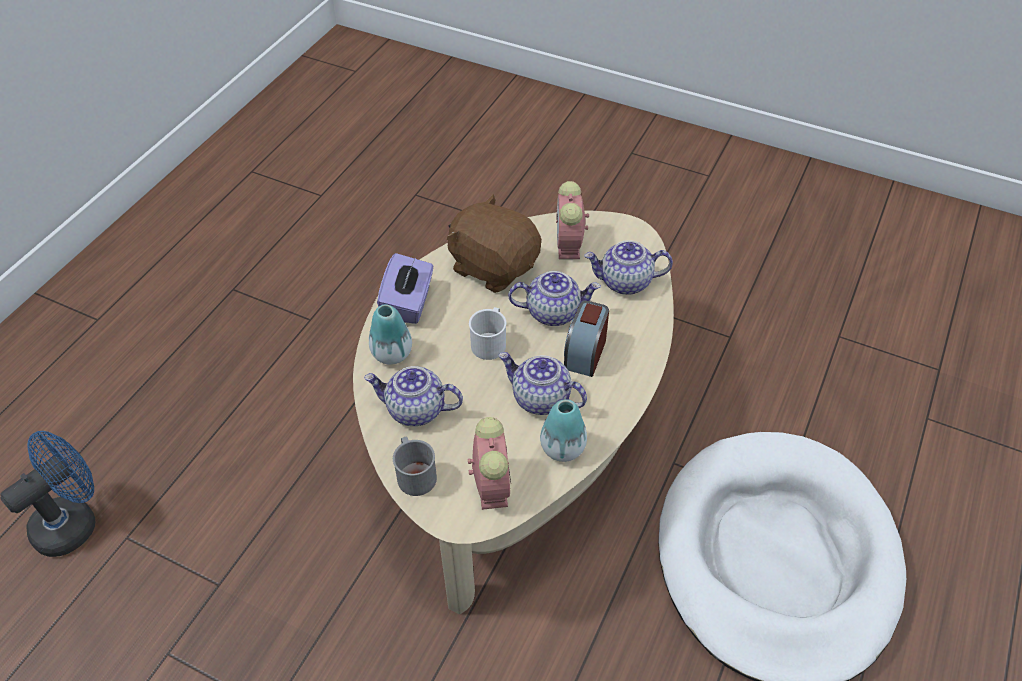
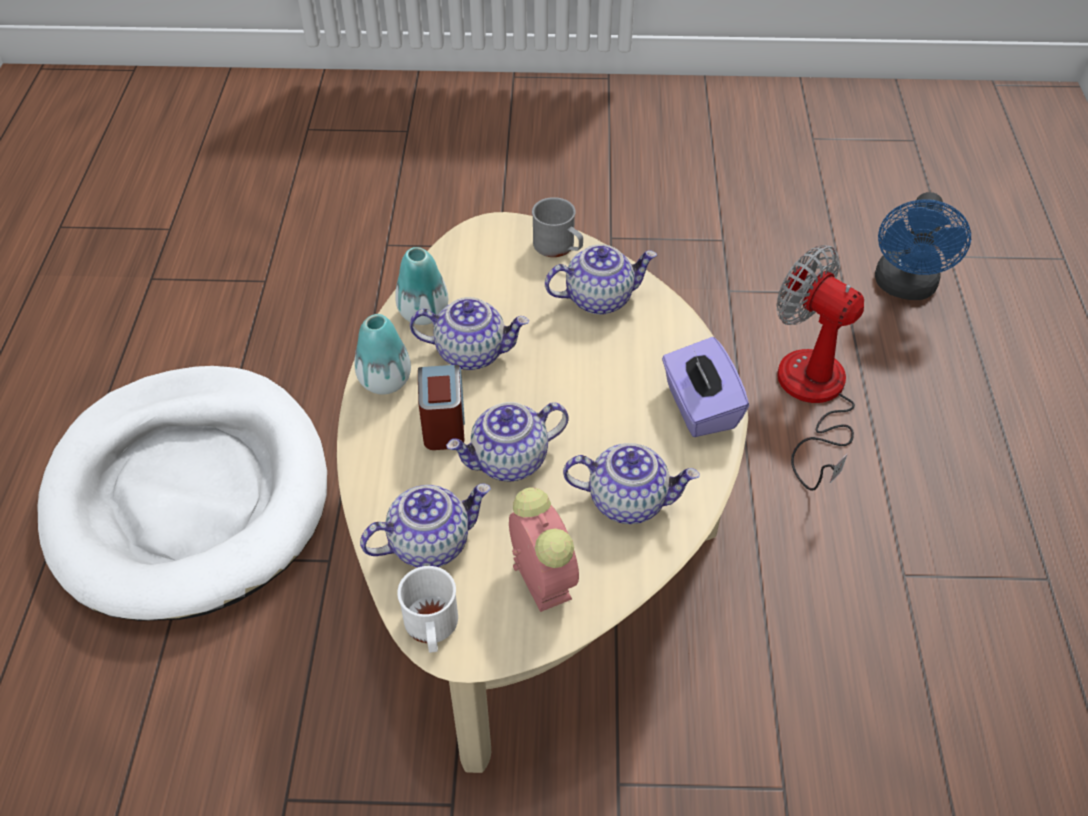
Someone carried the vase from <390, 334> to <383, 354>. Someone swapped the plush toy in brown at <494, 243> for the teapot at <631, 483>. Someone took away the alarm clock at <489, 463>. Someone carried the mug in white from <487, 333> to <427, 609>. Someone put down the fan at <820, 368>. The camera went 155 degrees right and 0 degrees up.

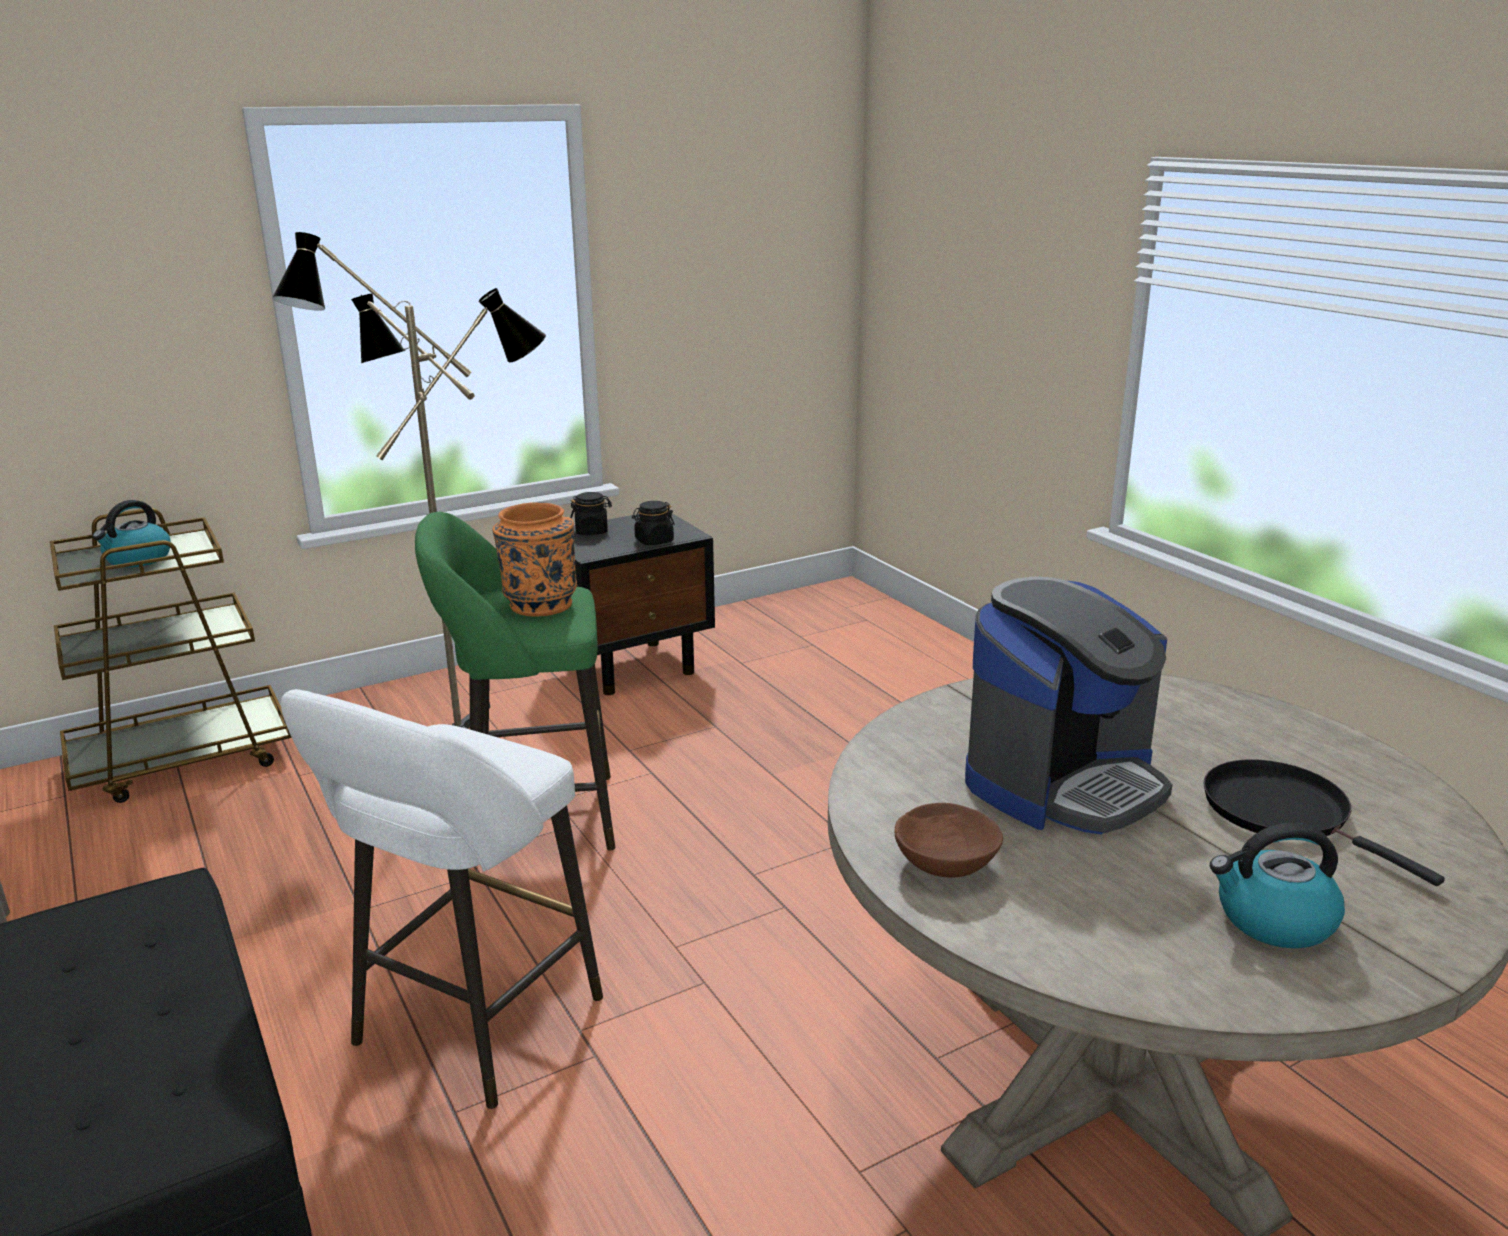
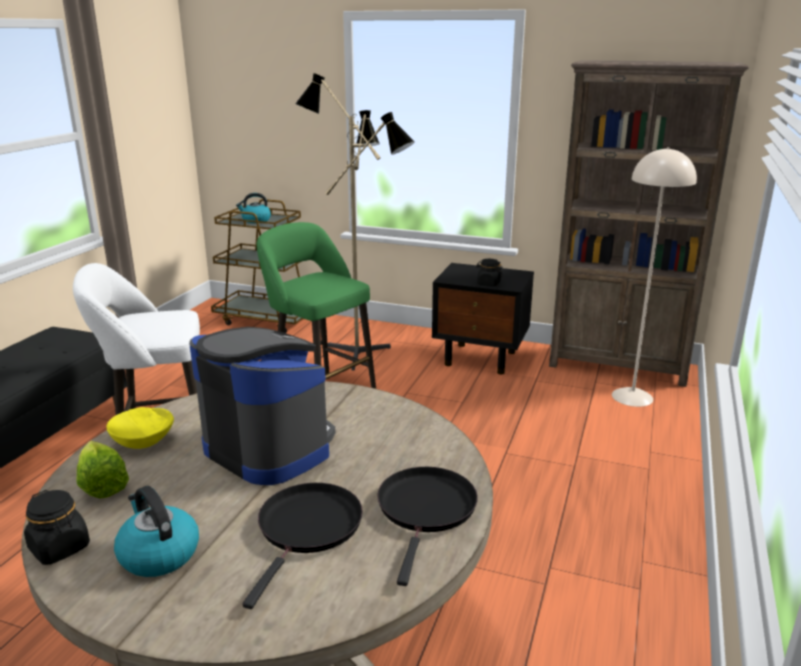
Someone took away the vase in orange at <534, 559>. Someone carried the jar in black from <591, 513> to <57, 527>. Someone repainted the bowl in brown at <949, 840>, which became the bowl in yellow at <140, 428>. Someone rotated the coffee machine at <1069, 705> by 150 degrees counterclockwise. Someone put down the lettuce at <103, 470>. Someone put down the frying pan in black at <428, 526>. Someone put down the bookcase in brown at <648, 223>. Someone put down the floor lamp in beige at <654, 277>. The camera went 50 degrees right and 0 degrees up.

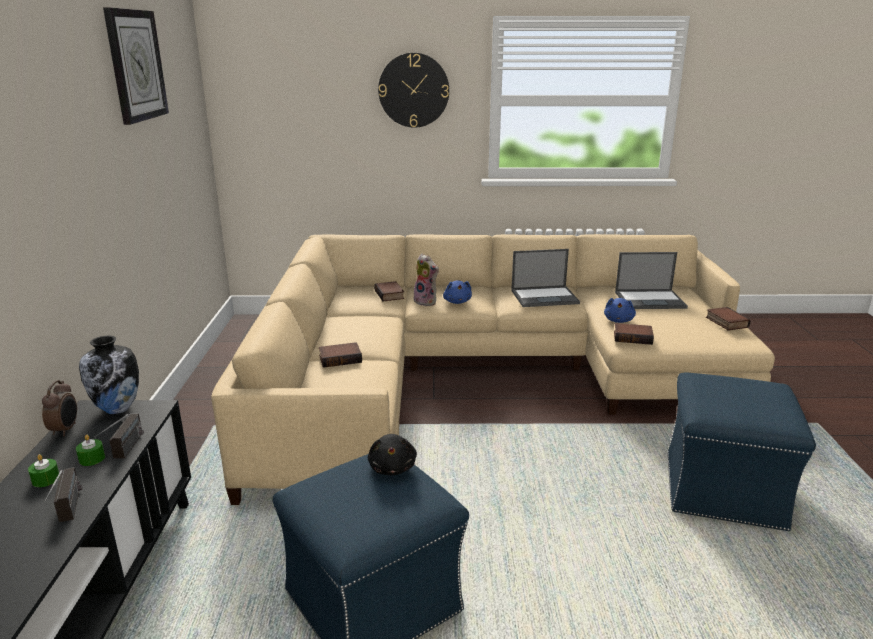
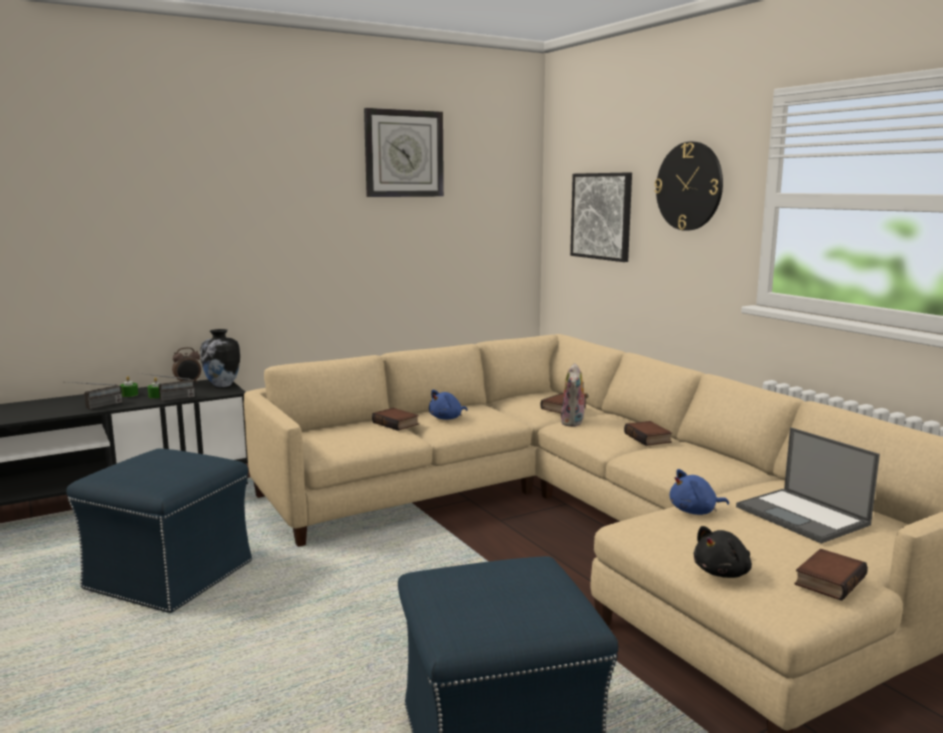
Someone carried the plush toy in black from <392, 454> to <723, 552>. Someone carried the plush toy in blue from <457, 292> to <448, 404>. Someone took away the laptop at <545, 278>. Someone carried the book from <634, 334> to <648, 433>. Someone put up the picture at <601, 217>. The camera went 60 degrees right and 10 degrees down.

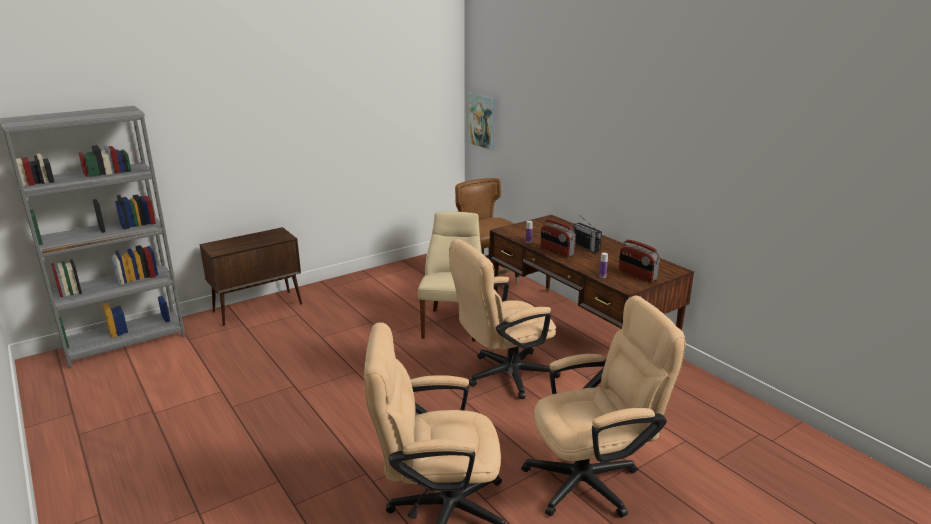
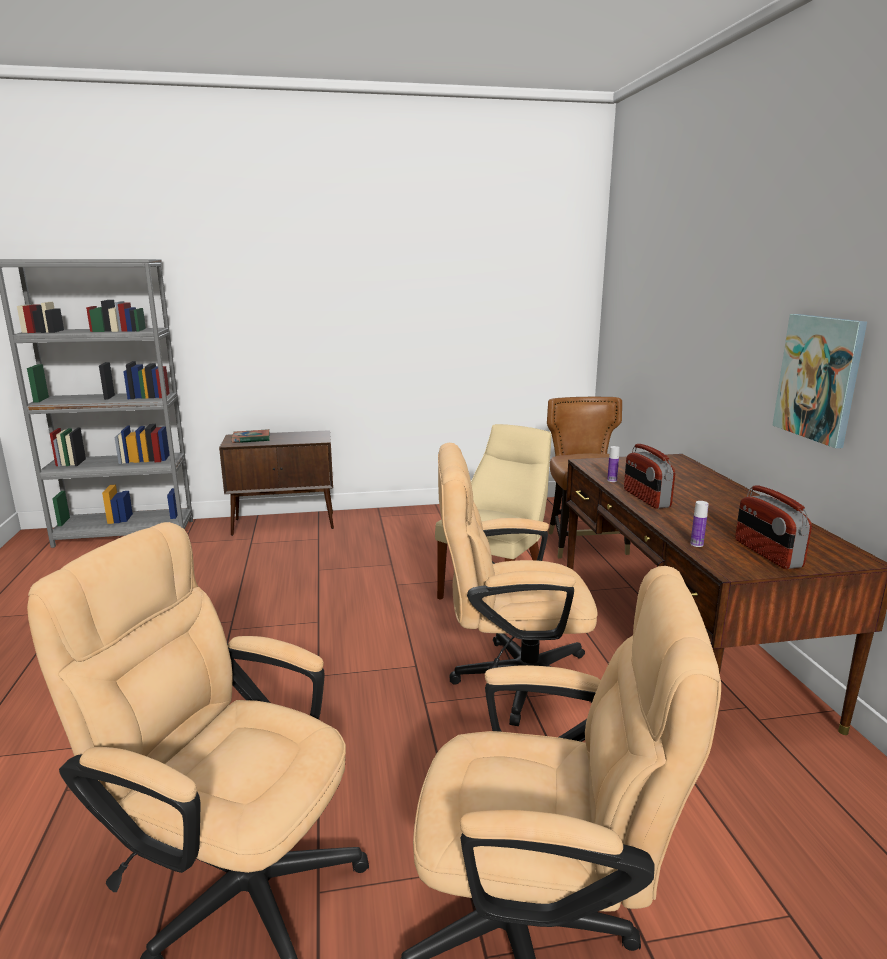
Someone carried the picture from <481, 121> to <819, 381>. Someone took away the radio at <587, 234>. Someone put down the book at <251, 436>. The camera went 25 degrees right and 5 degrees down.

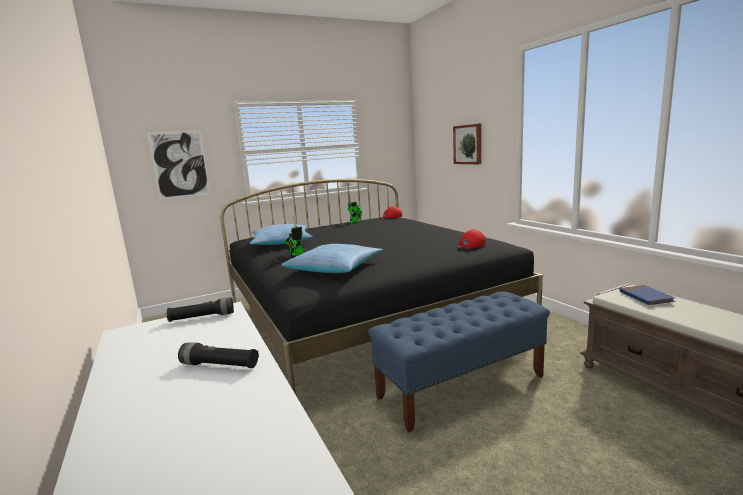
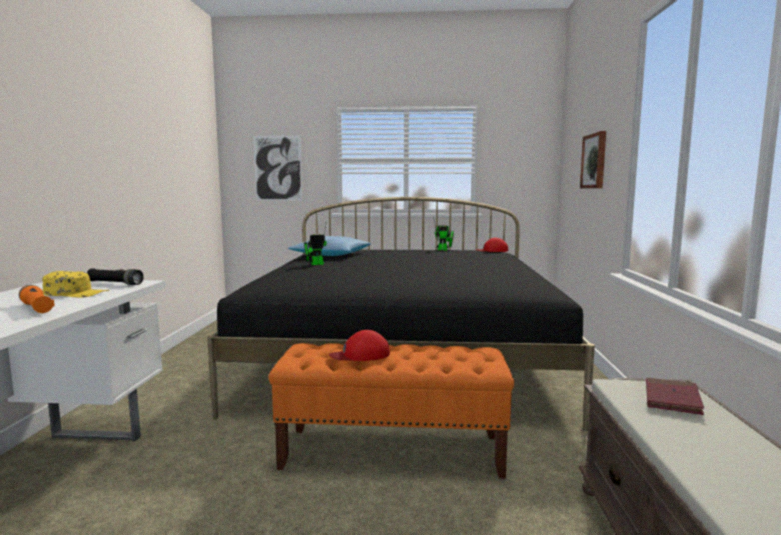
Someone repainted the flashlight in black at <218, 355>, which became the flashlight in orange at <37, 299>. Someone took away the pillow at <332, 258>. Someone repainted the bench in blue at <459, 361>, which became the bench in orange at <391, 411>. Someone carried the cap in red from <471, 239> to <359, 345>. Someone repainted the book in blue at <647, 295>, which became the book in red at <675, 396>. Someone put down the cap in yellow at <75, 284>. The camera went 30 degrees right and 5 degrees down.

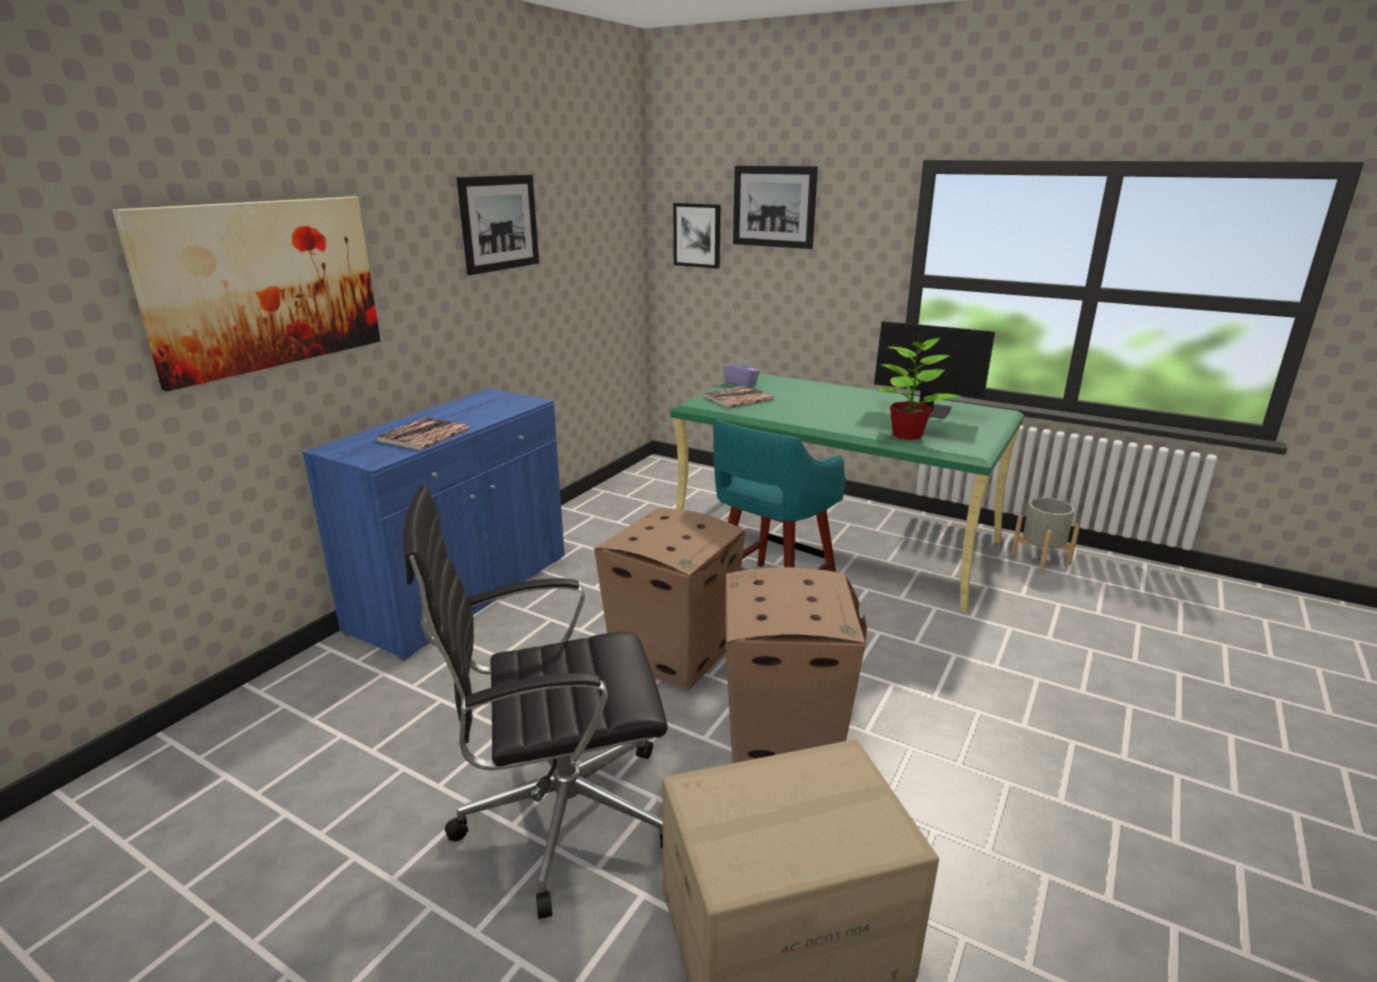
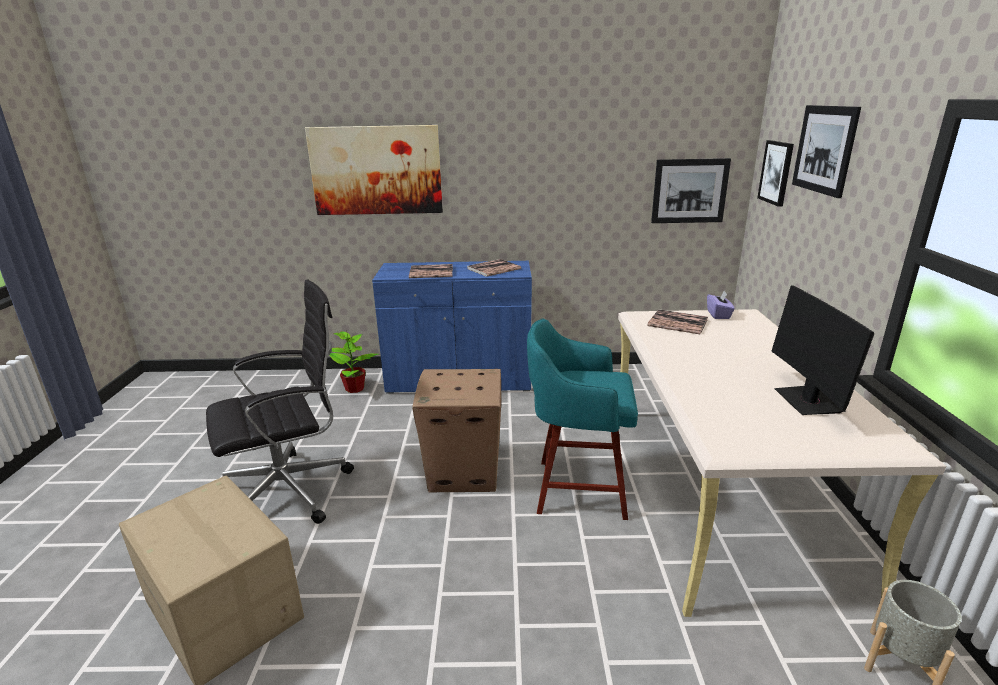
Someone rotated the office chair in black at <535, 702> by 105 degrees clockwise. Someone carried the picture from <498, 225> to <691, 190>. Someone repainted the desk in green at <847, 493>, which became the desk in beige at <782, 463>. Someone took away the cardboard box at <796, 665>. Someone carried the potted plant from <919, 386> to <353, 362>. Someone put down the book at <494, 268>. The camera went 60 degrees right and 0 degrees up.

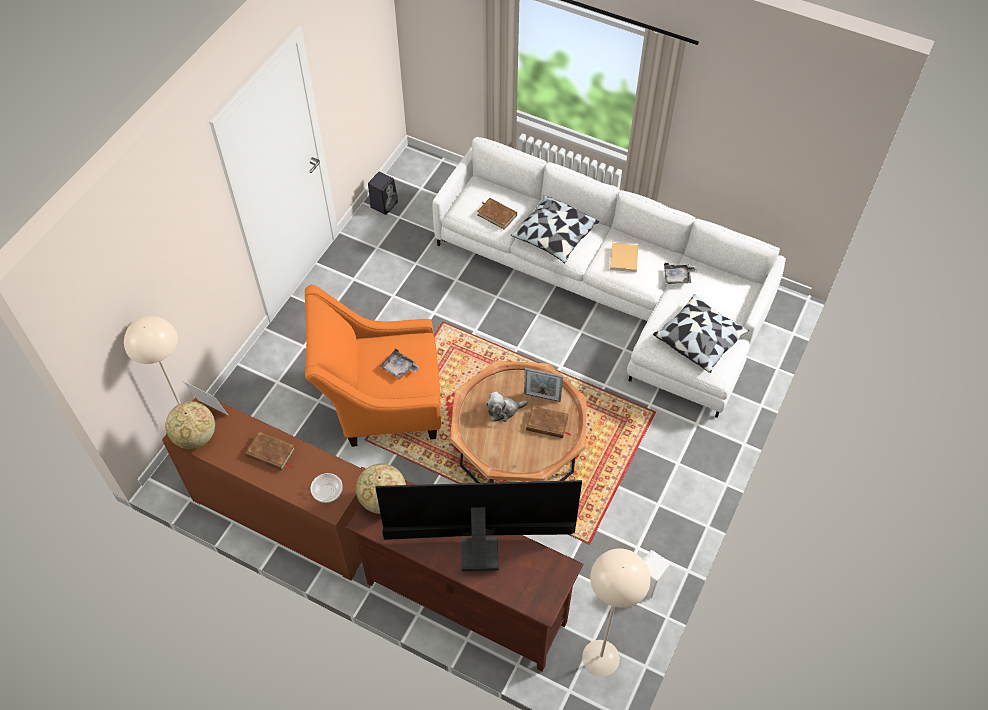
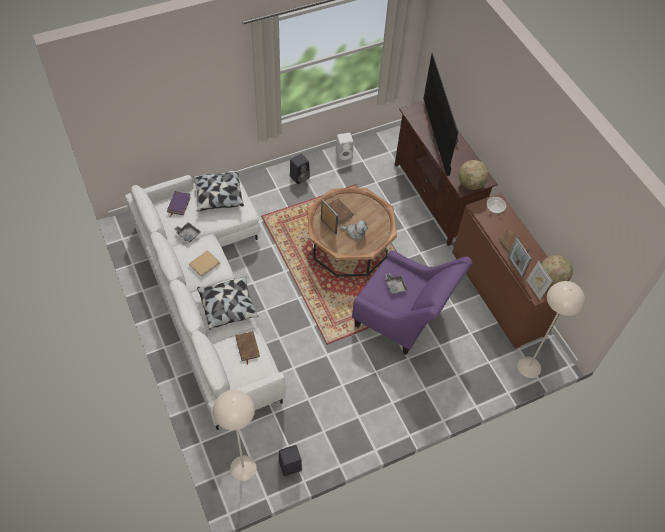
Someone repainted the armchair in orange at <373, 366>, which became the armchair in purple at <412, 302>. Someone rotated the television at <478, 525> by 45 degrees clockwise. Someone carried the floor lamp in beige from <616, 613> to <235, 435>. Someone put down the book in purple at <179, 204>. Someone put down the speaker in black at <300, 169>. Someone put down the picture frame at <520, 258>. The camera went 145 degrees left and 0 degrees up.

